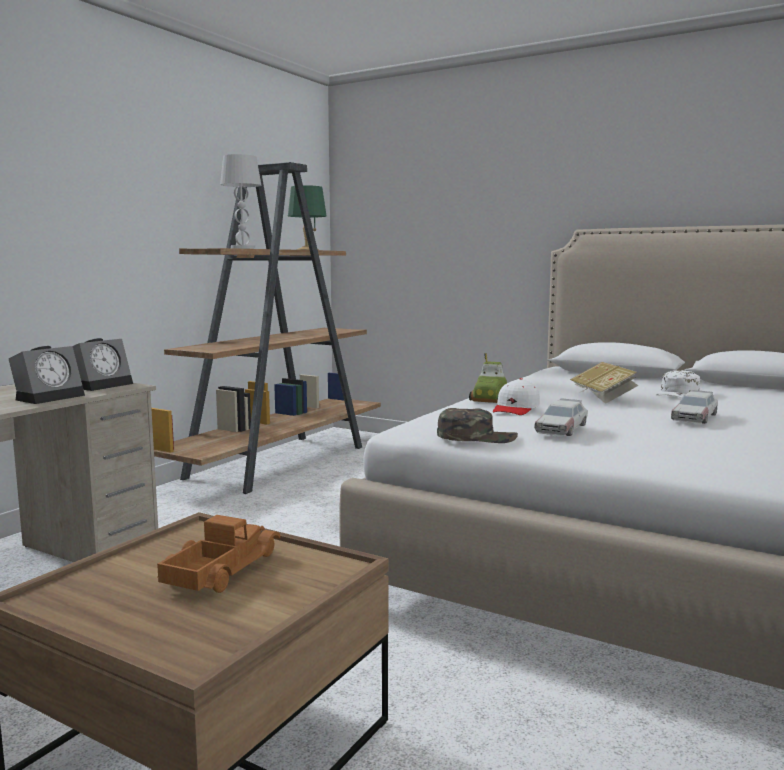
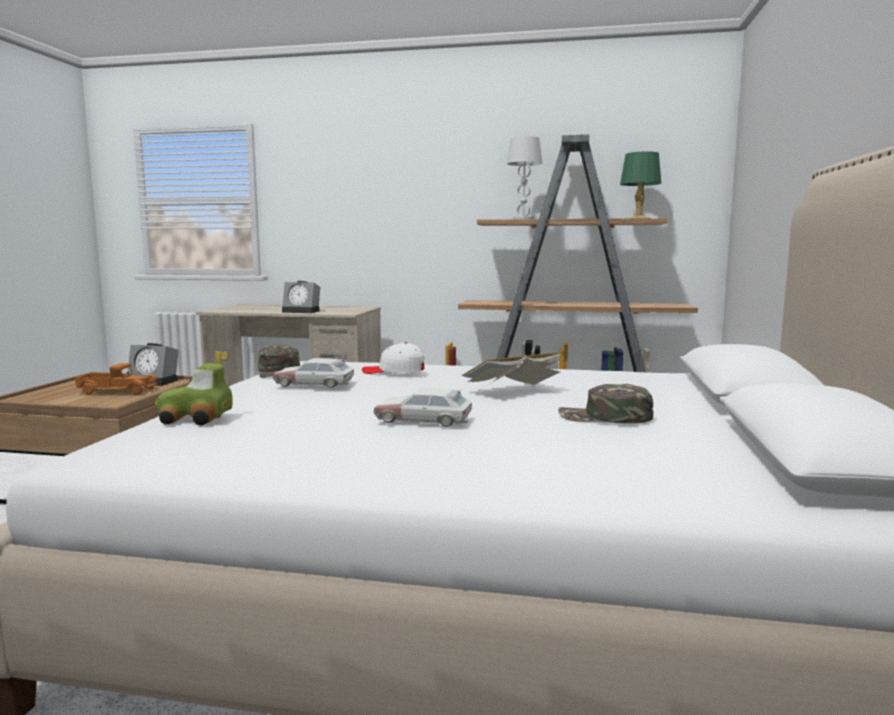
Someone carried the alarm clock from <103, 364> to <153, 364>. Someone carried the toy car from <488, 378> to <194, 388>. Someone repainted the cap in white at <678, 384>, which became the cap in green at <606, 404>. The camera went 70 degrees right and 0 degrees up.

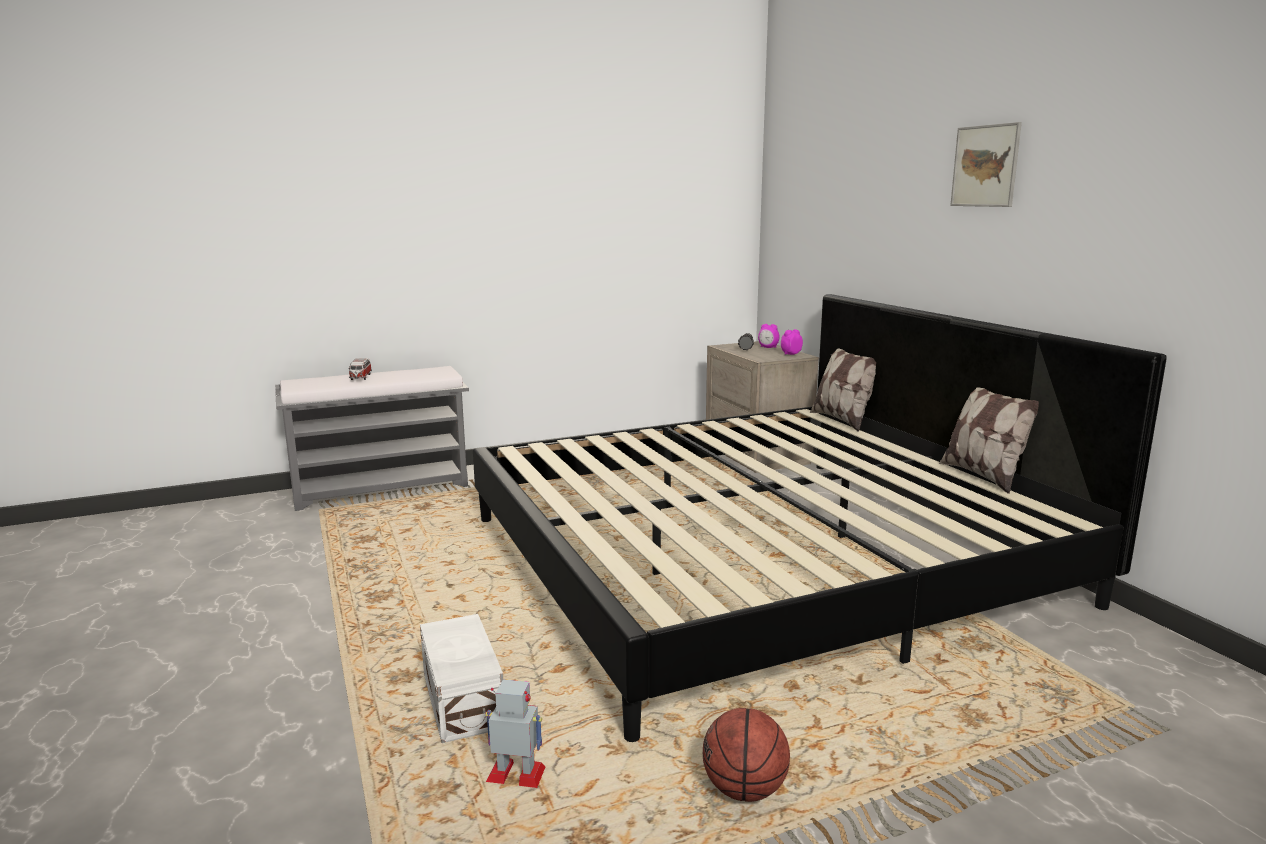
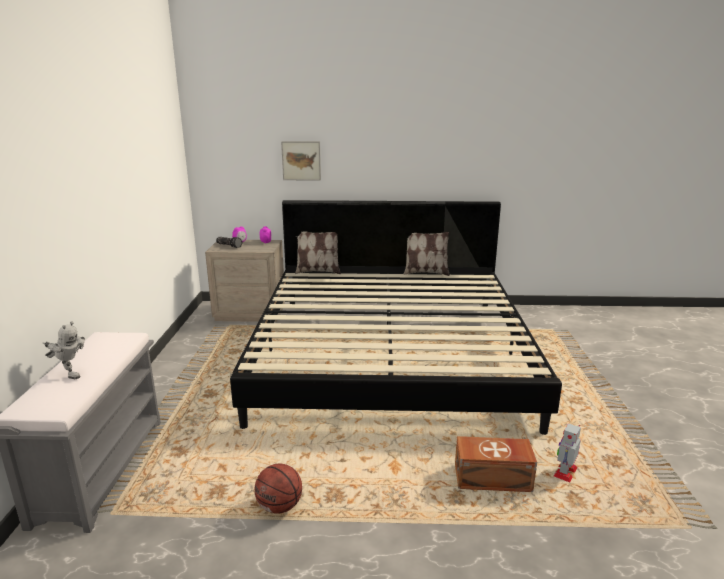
Someone swapped the toy car at <360, 369> for the toy robot at <64, 350>. Someone repainted the storage box in white at <461, 678>, which became the storage box in brown at <496, 464>. Someone carried the basketball from <746, 755> to <278, 489>. Someone carried the picture from <986, 164> to <301, 161>. The camera went 65 degrees left and 5 degrees up.

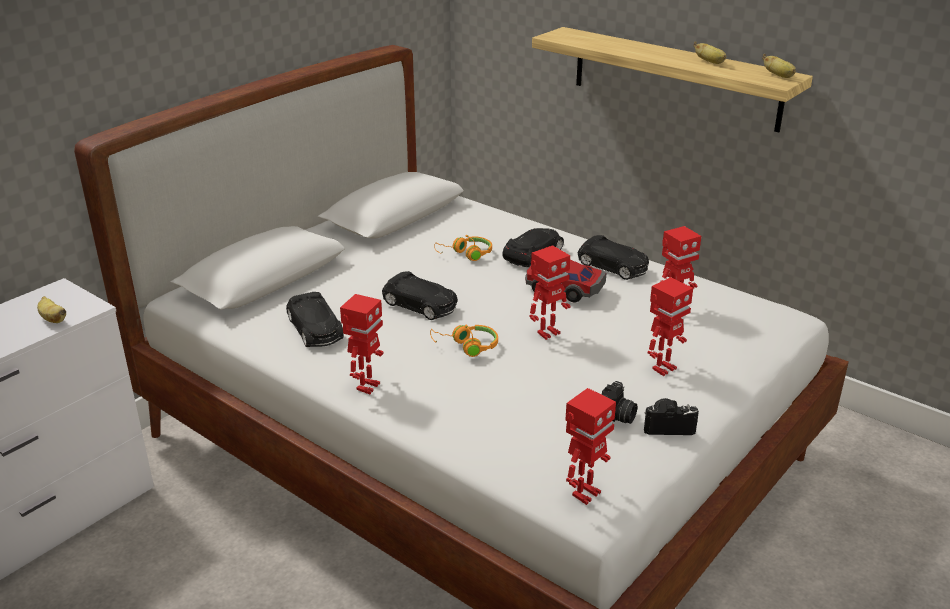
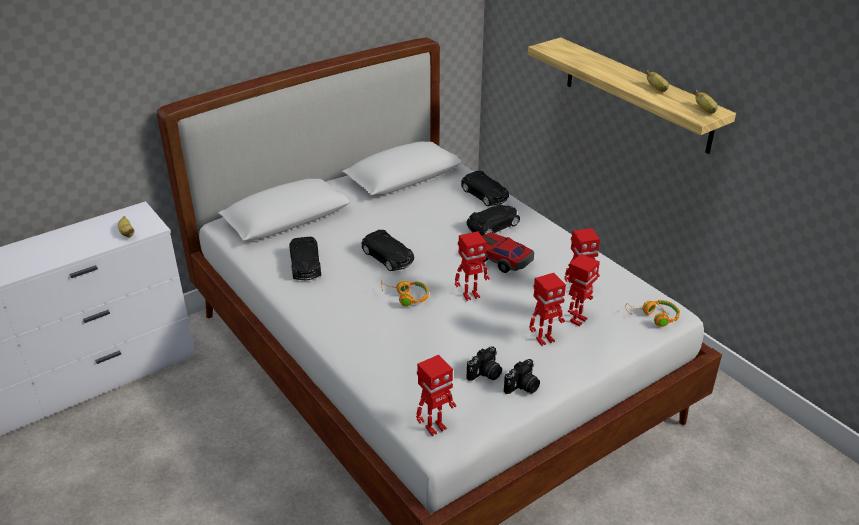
Someone carried the toy robot from <362, 344> to <584, 290>. Someone carried the headphones in orange from <463, 248> to <652, 313>. Someone carried the toy car in black from <613, 257> to <485, 188>. Someone rotated the photo camera at <671, 416> by 120 degrees clockwise. The camera went 15 degrees right and 5 degrees up.

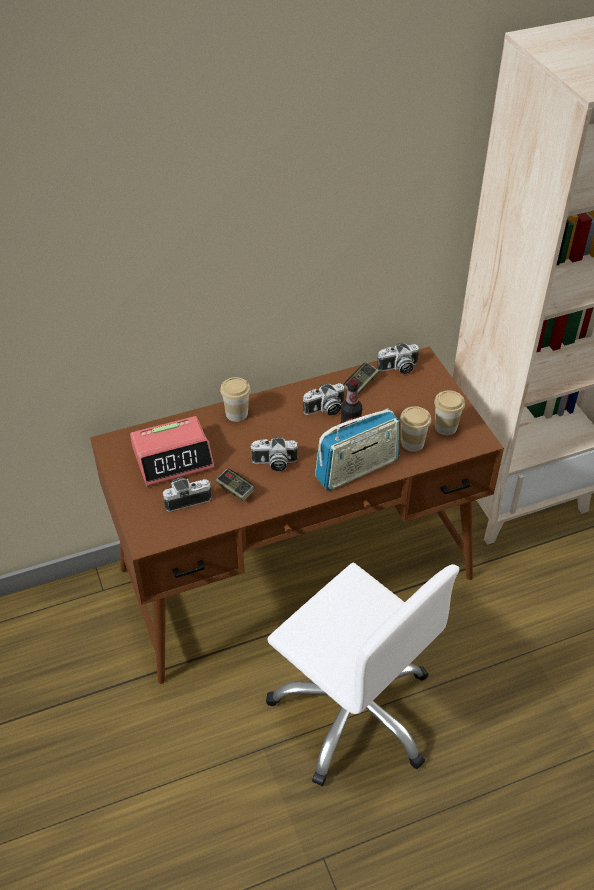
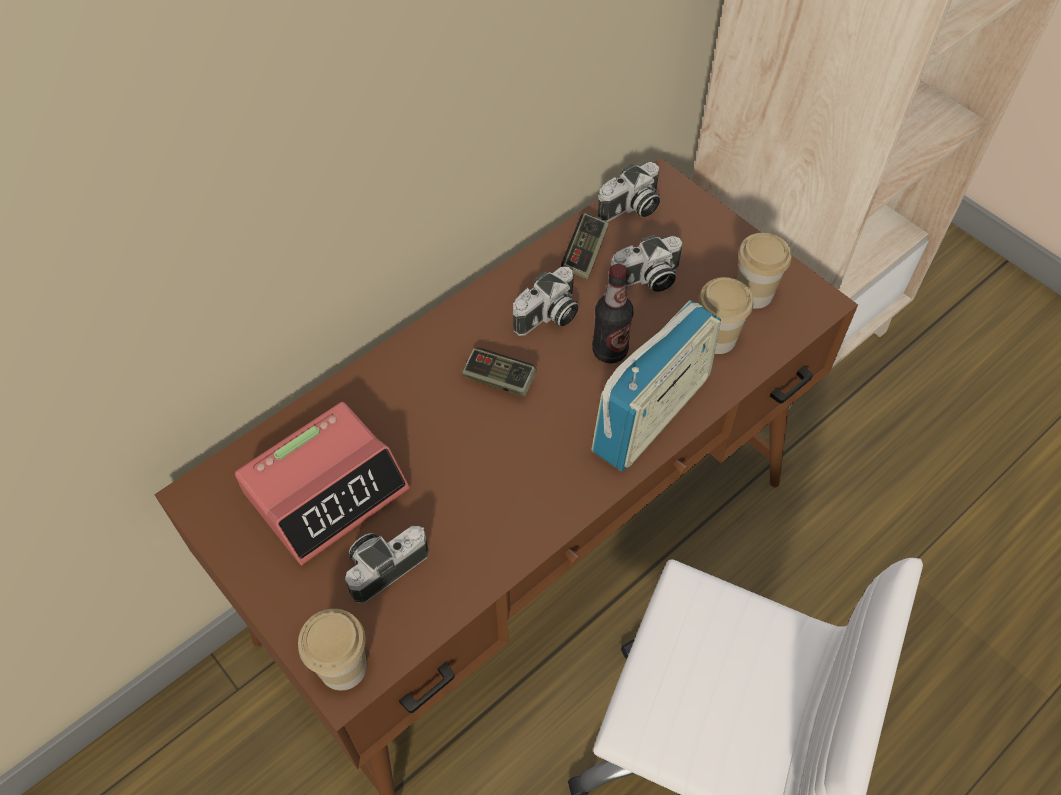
Someone carried the game controller from <235, 484> to <499, 372>. Someone carried the cup from <235, 399> to <332, 650>. Someone carried the photo camera from <274, 454> to <646, 263>. The camera went 20 degrees left and 10 degrees up.

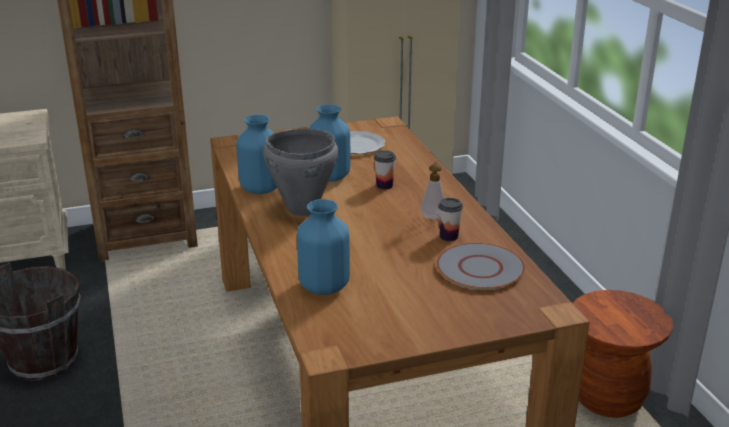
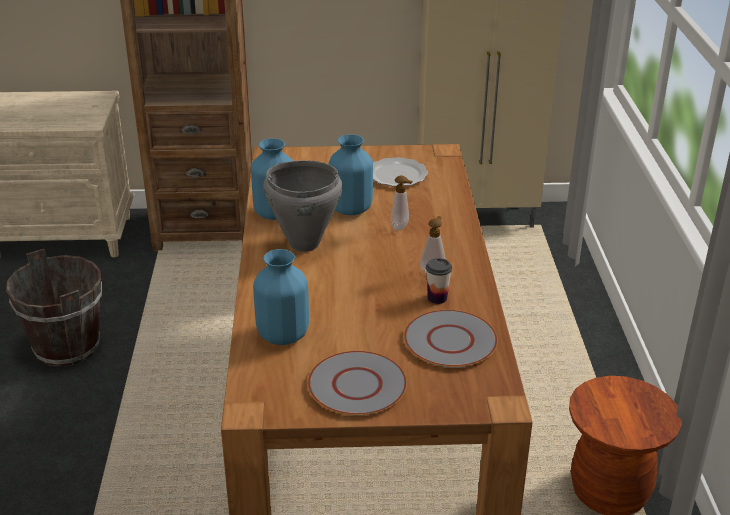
Someone swapped the cup at <385, 170> for the soap dispenser at <402, 203>. Someone put down the plate in grey at <357, 383>. The camera went 15 degrees right and 5 degrees up.

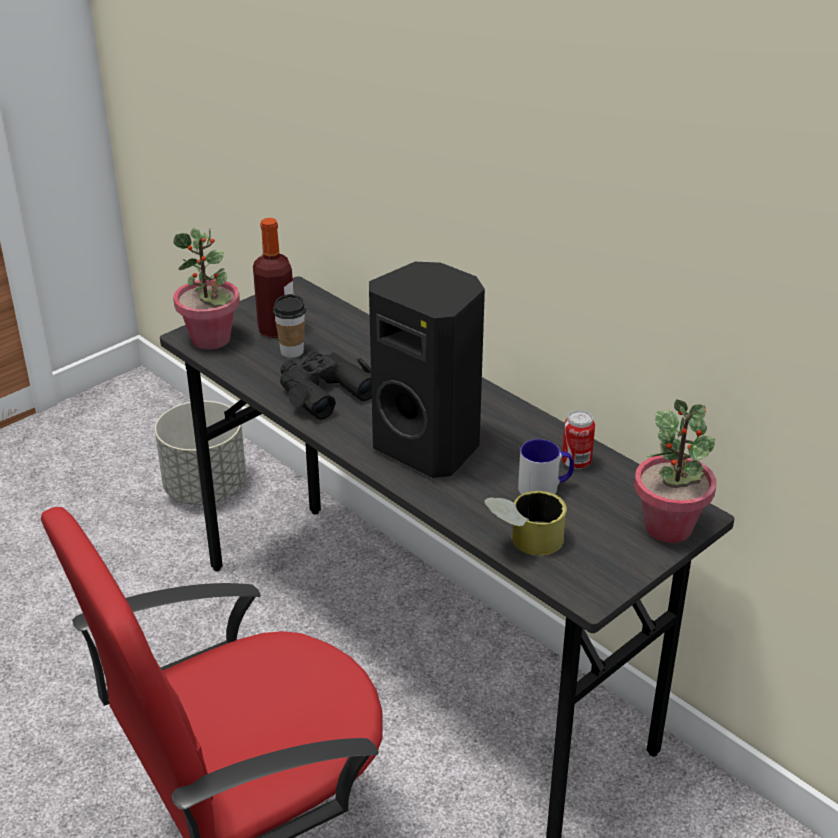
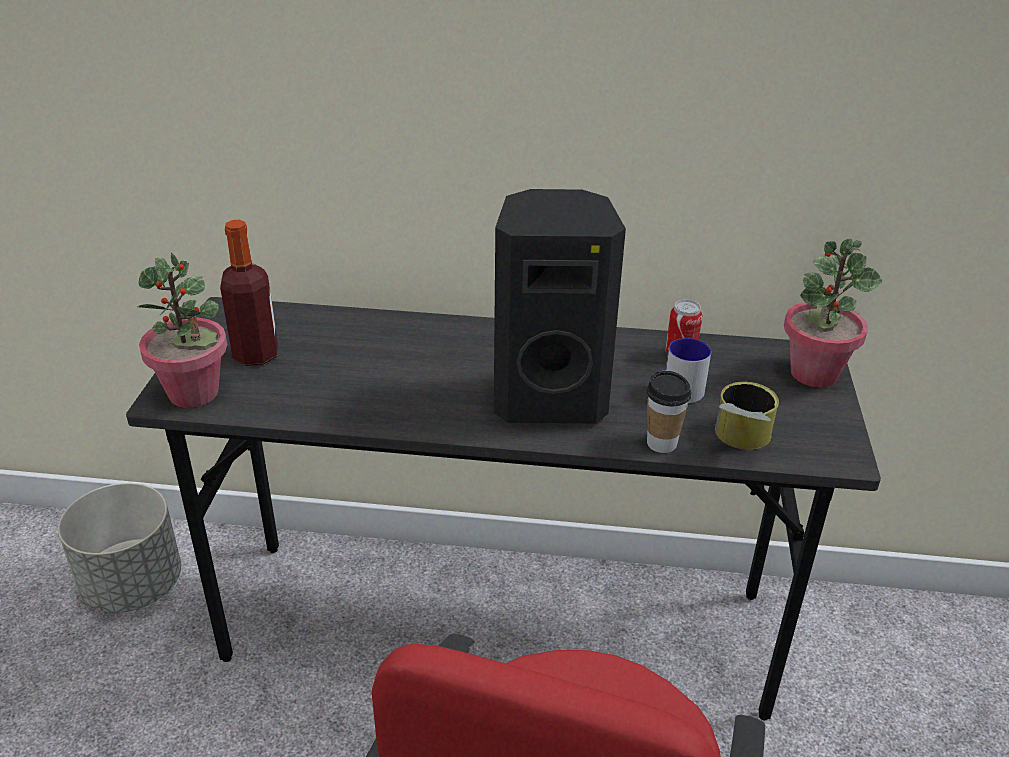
Someone carried the cup from <289, 326> to <669, 412>. Someone took away the binoculars in black at <326, 385>. The camera went 40 degrees left and 0 degrees up.

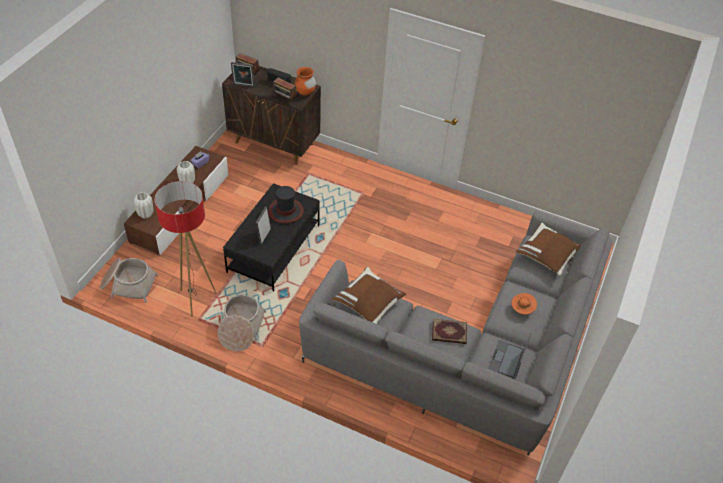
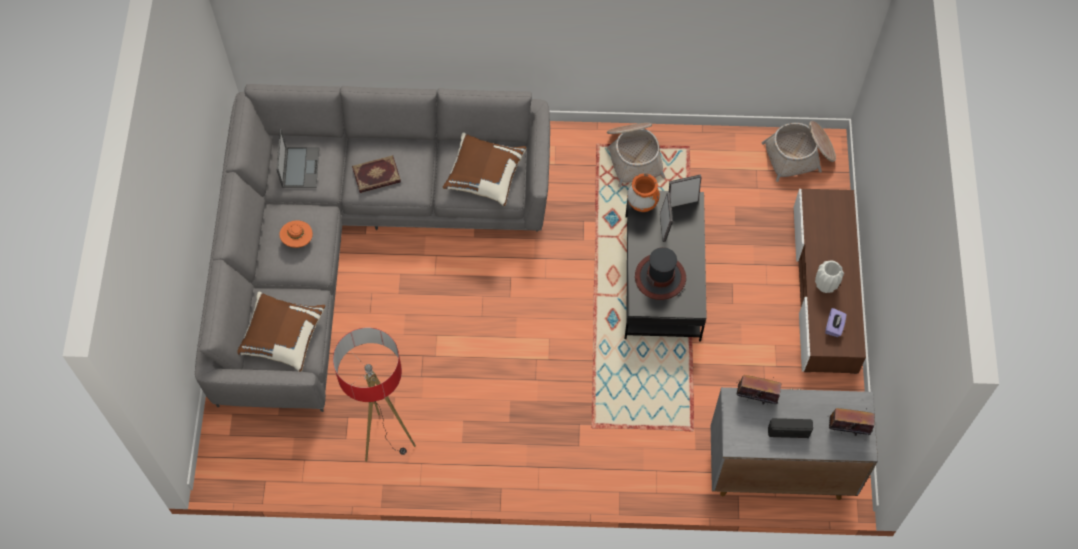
Someone took away the vase in white at <143, 205>. Someone carried the floor lamp from <185, 249> to <374, 395>. Someone repainted the cabinet in brown at <271, 115>, which became the cabinet in grey at <794, 443>. Someone carried the picture frame from <242, 74> to <685, 190>. Someone carried the vase in orange from <305, 82> to <643, 192>. The camera went 160 degrees right and 15 degrees up.

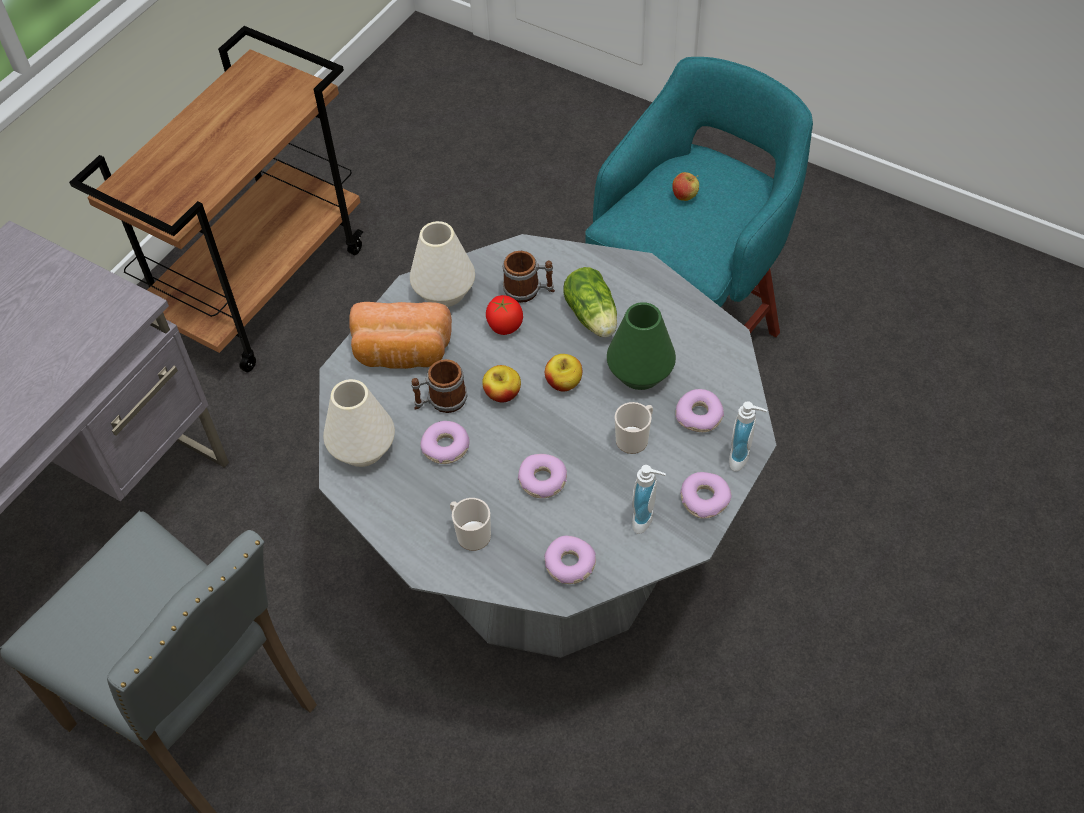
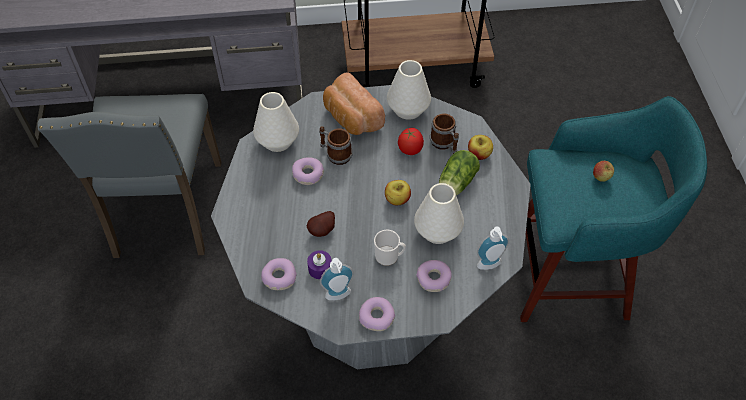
Someone took away the mug at <470, 524>. Someone carried the apple from <501, 383> to <480, 147>. Someone swapped the donut at <542, 476> for the potato at <321, 224>. Someone repainted the vase in green at <641, 346>, which became the vase in white at <439, 213>. Someone carried the soap dispenser from <748, 436> to <493, 248>. Someone put down the candle in purple at <319, 264>. The camera went 50 degrees right and 0 degrees up.

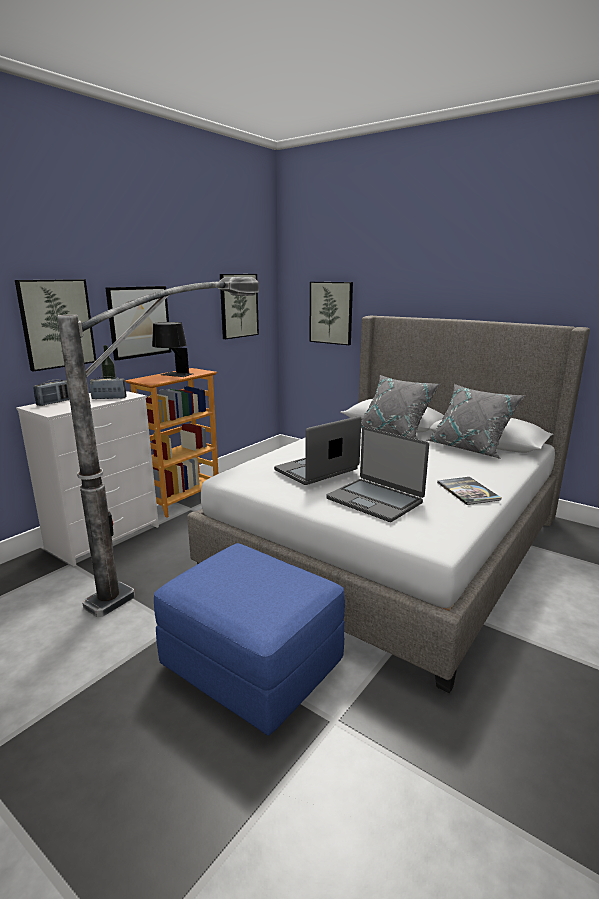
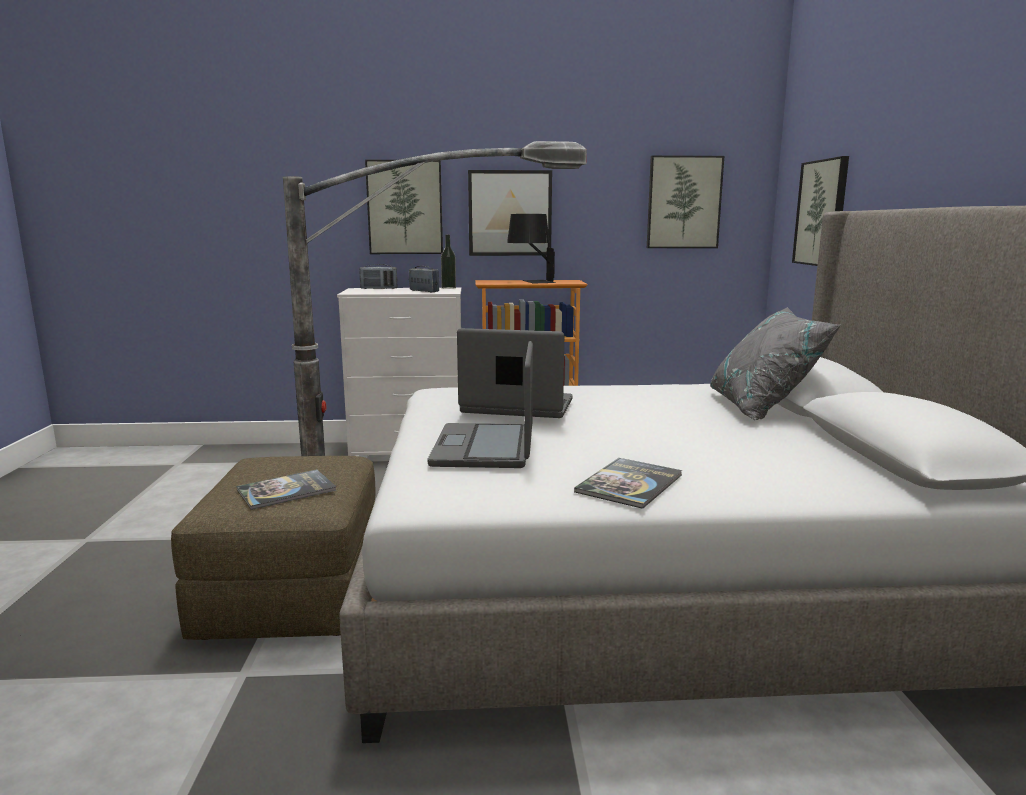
Someone repainted the ottoman in blue at <249, 639>, which became the ottoman in brown at <273, 548>. Someone took away the pillow in grey at <476, 421>. Someone put down the book at <286, 489>. The camera went 50 degrees right and 5 degrees down.

